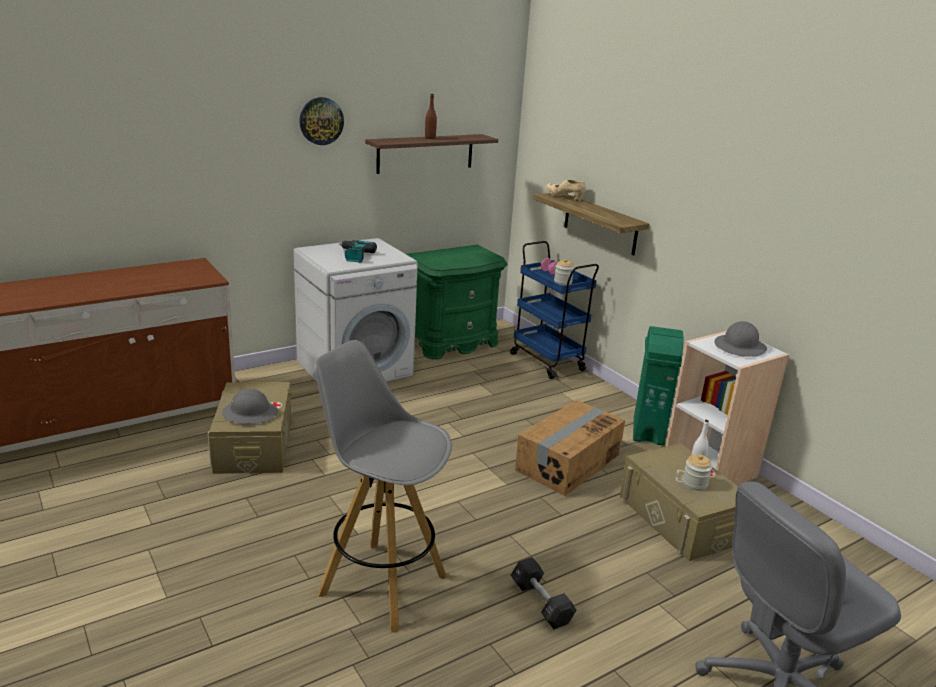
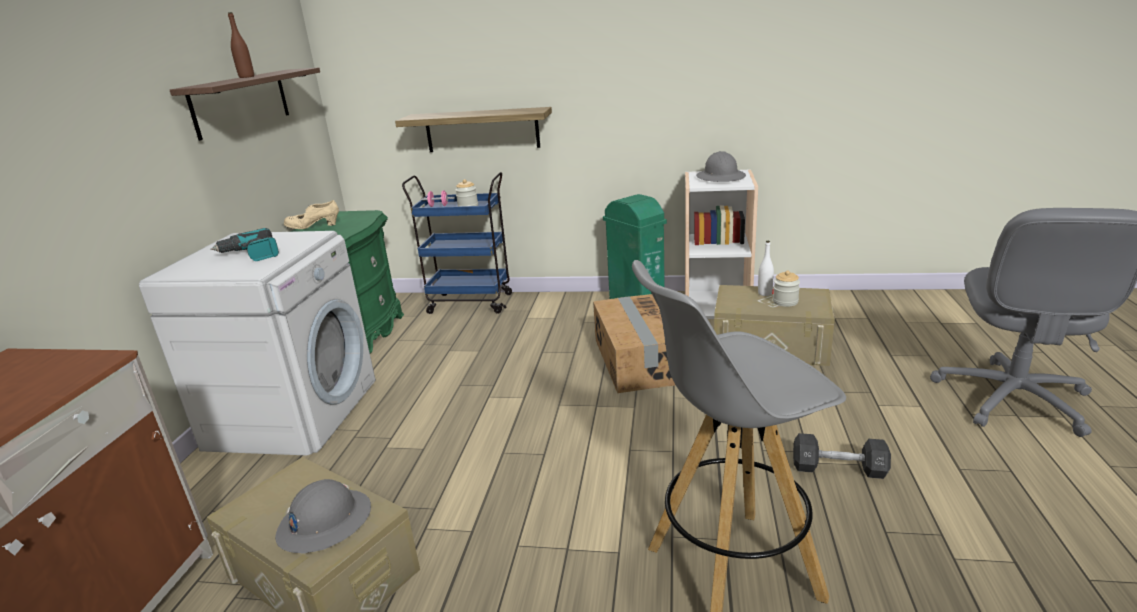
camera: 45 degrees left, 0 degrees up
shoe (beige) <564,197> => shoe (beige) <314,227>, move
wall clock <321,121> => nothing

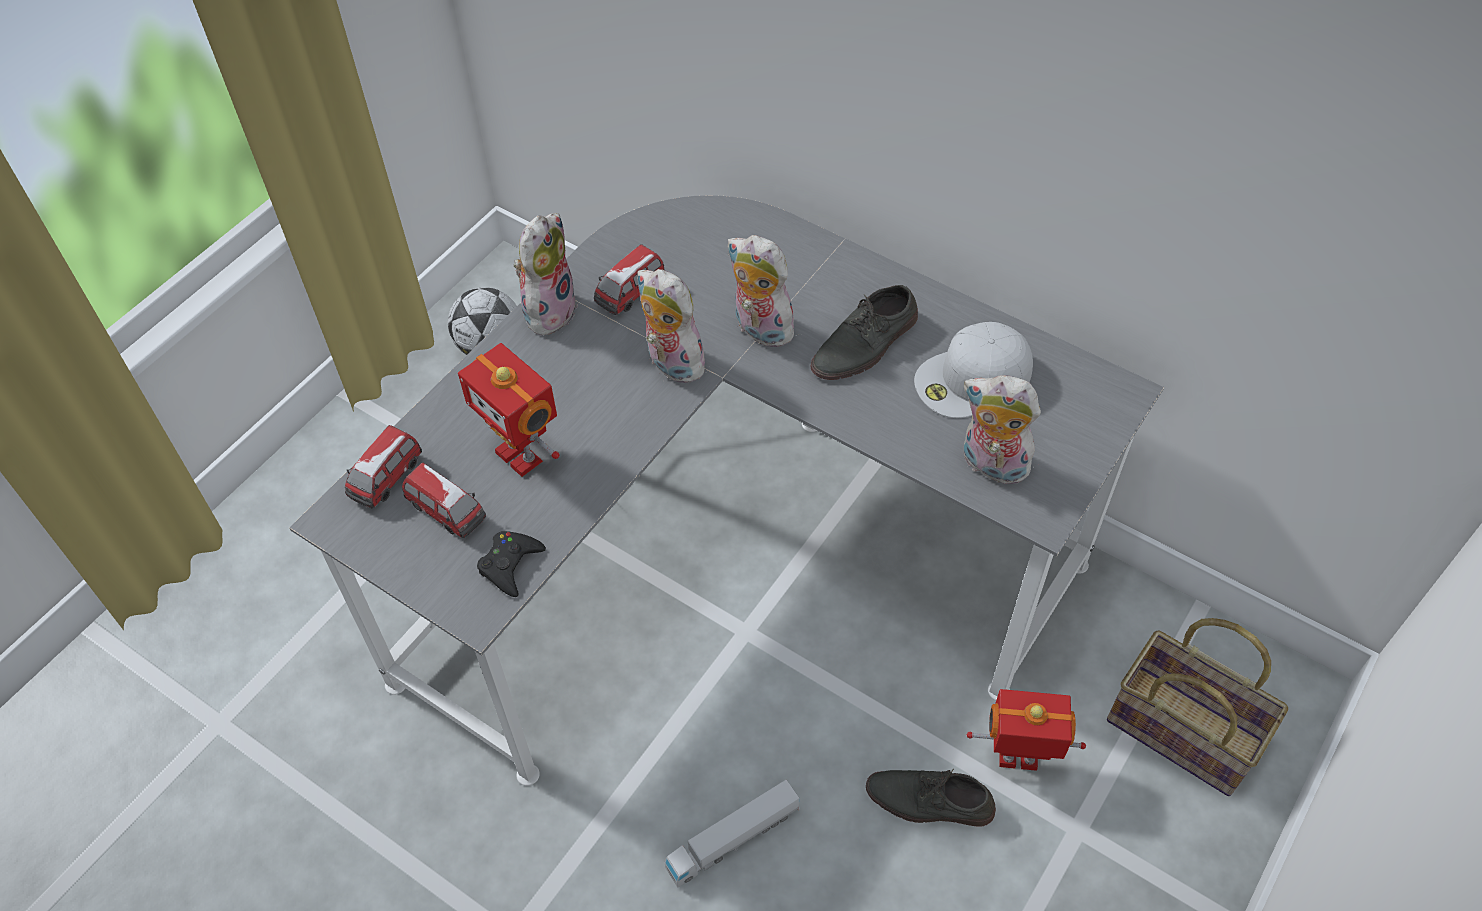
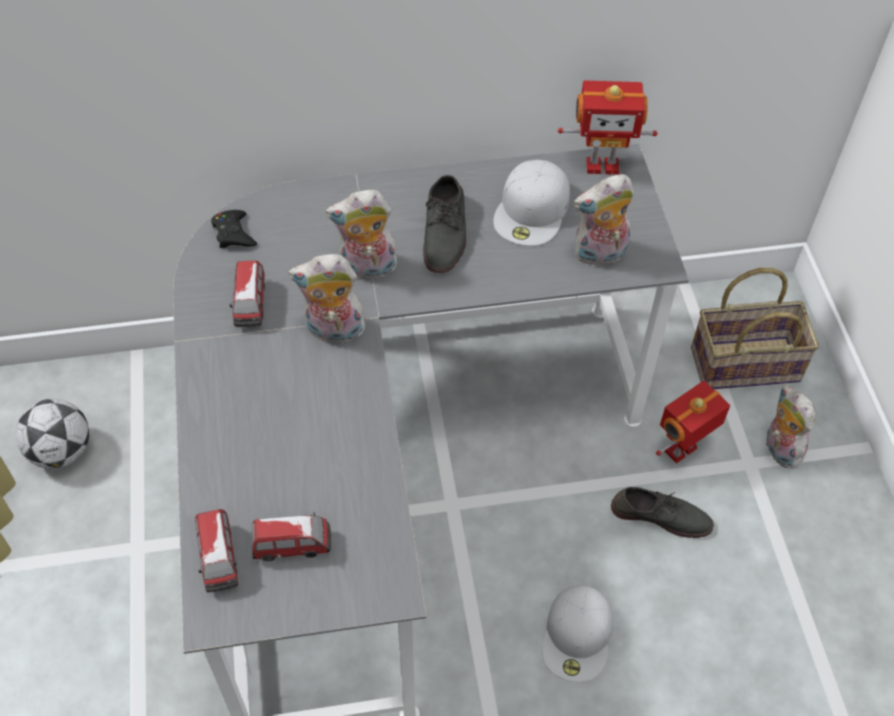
camera: 45 degrees left, 0 degrees up
game controller (black) <510,565> => game controller (black) <234,234>, move
toy truck <733,839> => cap (white) <578,637>
toy robot <521,455> => toy robot <602,165>, move
shoe (grey) <929,802> => shoe (grey) <661,516>, 135 degrees counterclockwise
plush toy <548,309> => plush toy <779,449>, move

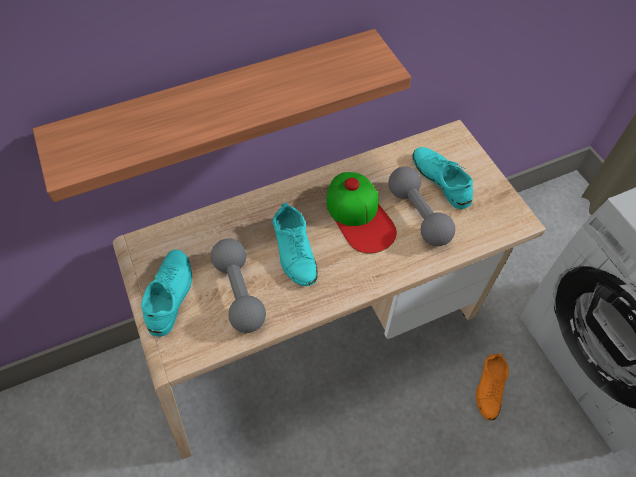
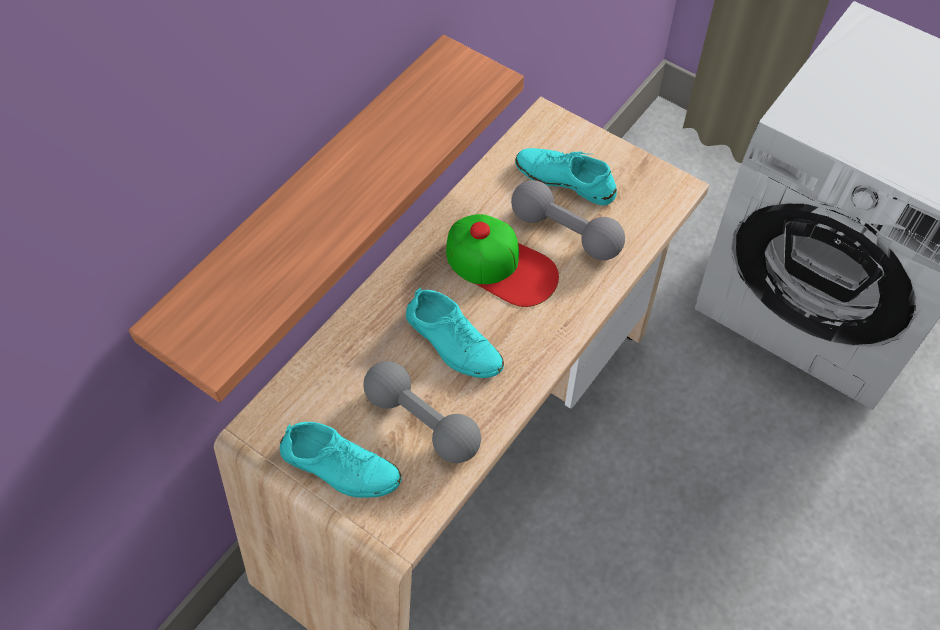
camera: 30 degrees left, 0 degrees up
shoe (turquoise) <170,294> => shoe (turquoise) <340,467>, 135 degrees clockwise
shoe (orange) <490,387> => nothing

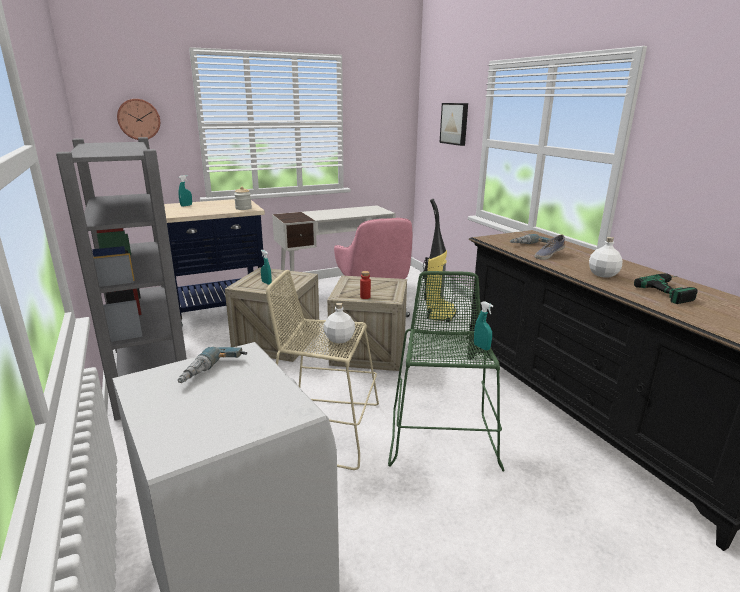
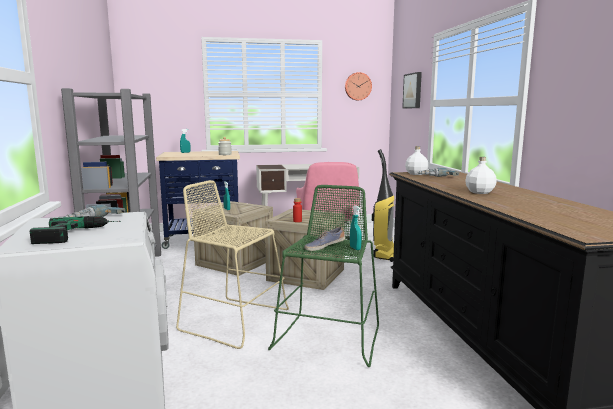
camera: 15 degrees right, 10 degrees down
power drill <673,291> => power drill <79,234>, move
shoe <548,255> => shoe <324,247>, move
wall clock <138,119> => wall clock <357,86>, move
bottle (white) <339,339> => bottle (white) <416,174>, move

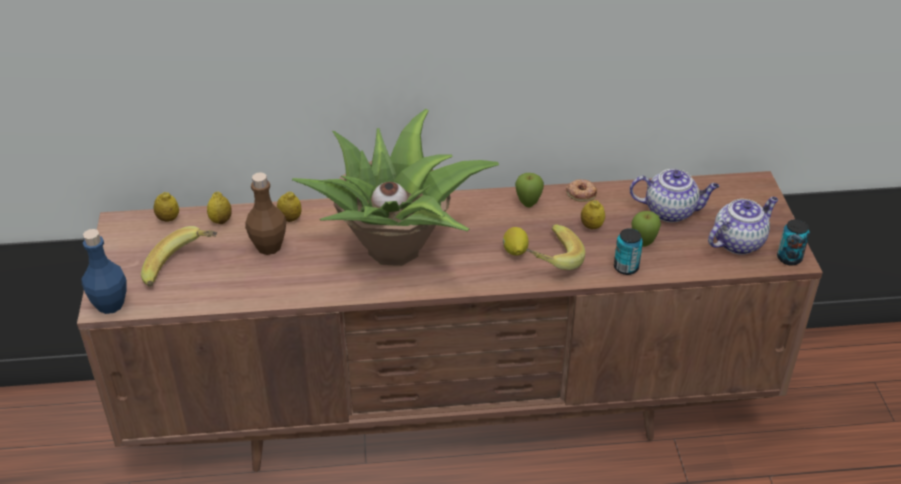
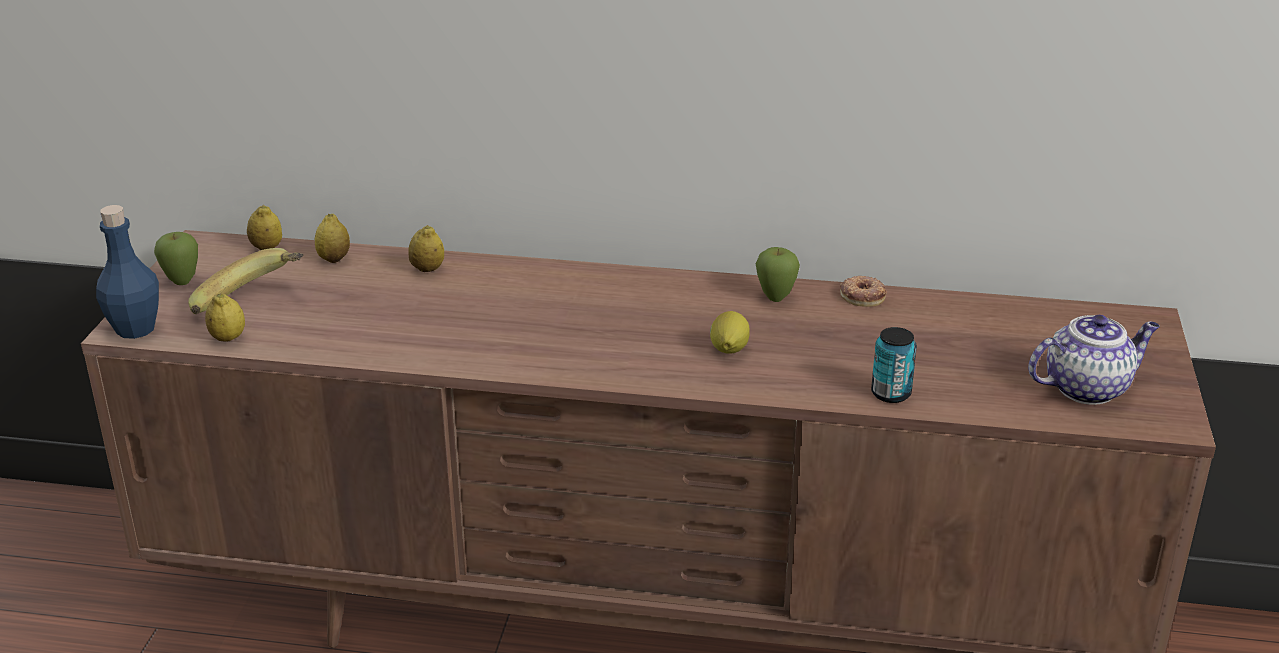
camera: 15 degrees right, 10 degrees down
apple <643,243> => apple <182,282>, move
lemon <591,226> => lemon <228,338>, move
bottle (brown) <269,246> => nothing
potted plant <397,247> => nothing
banana <550,260> => nothing
teapot <671,211> => nothing
can <789,258> => nothing

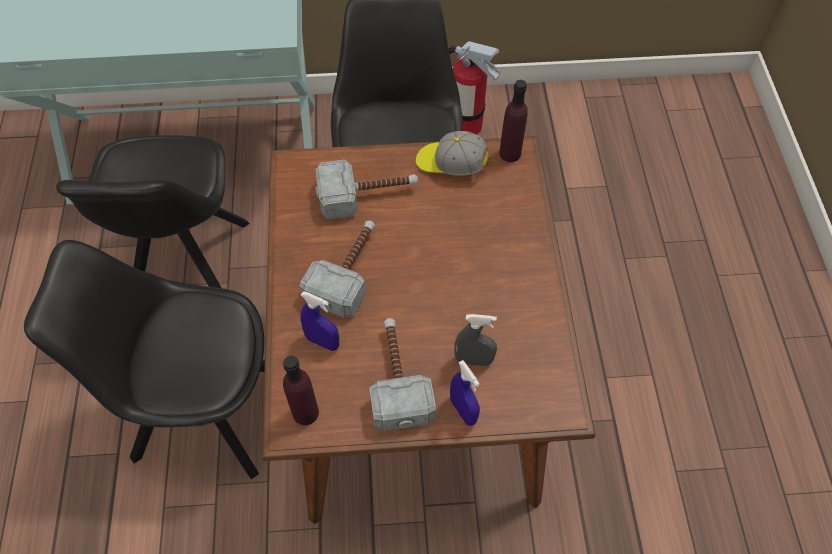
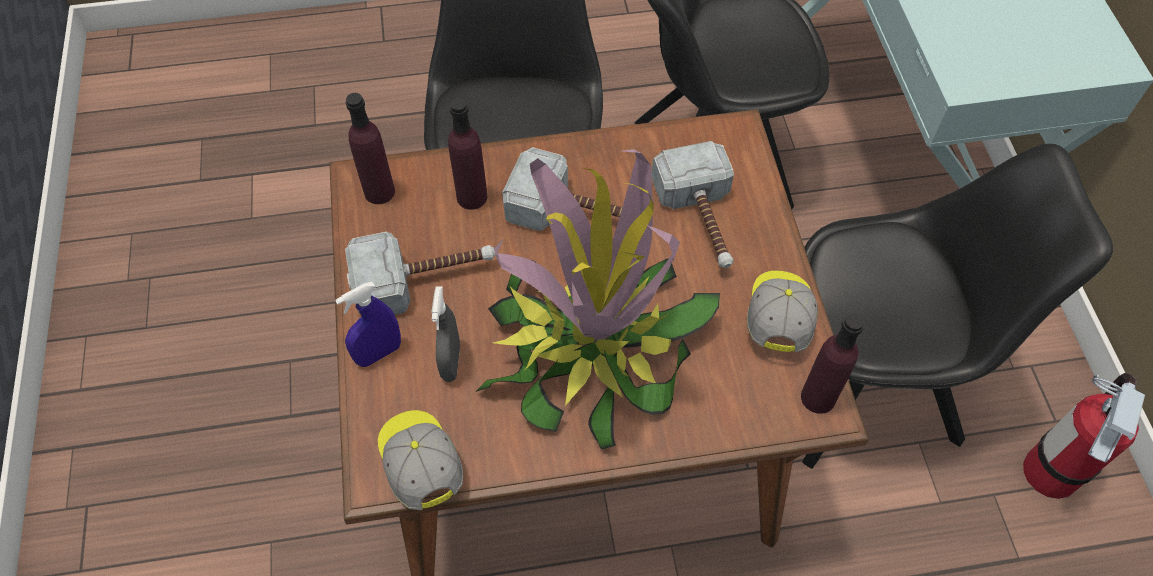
camera: 85 degrees right, 0 degrees up
nothing => cap <420,463>
spray bottle (blue) <322,342> => bottle (purple) <472,197>
nothing => potted plant <591,352>

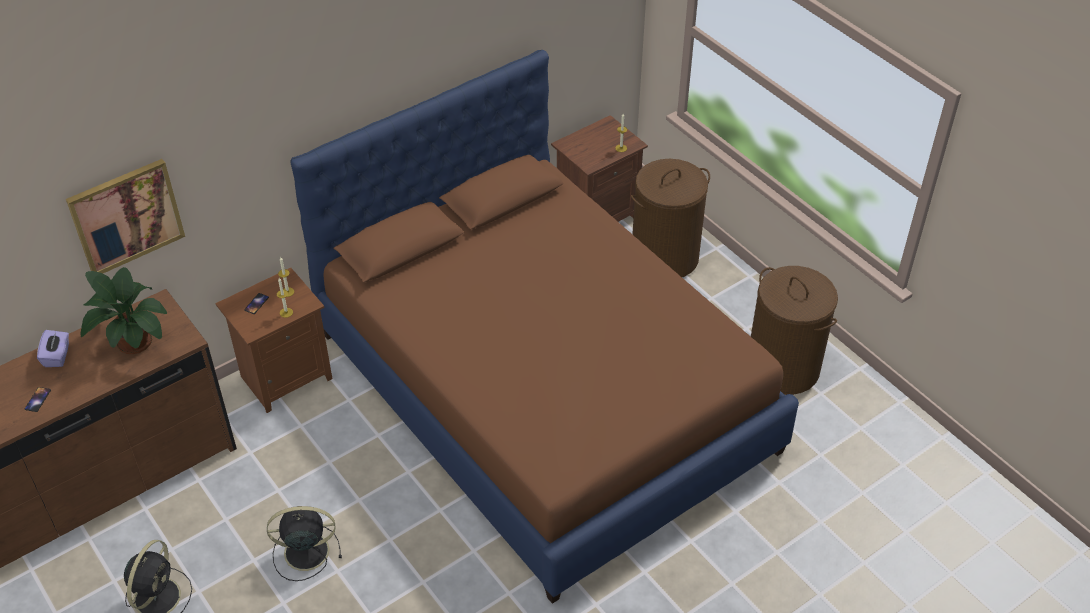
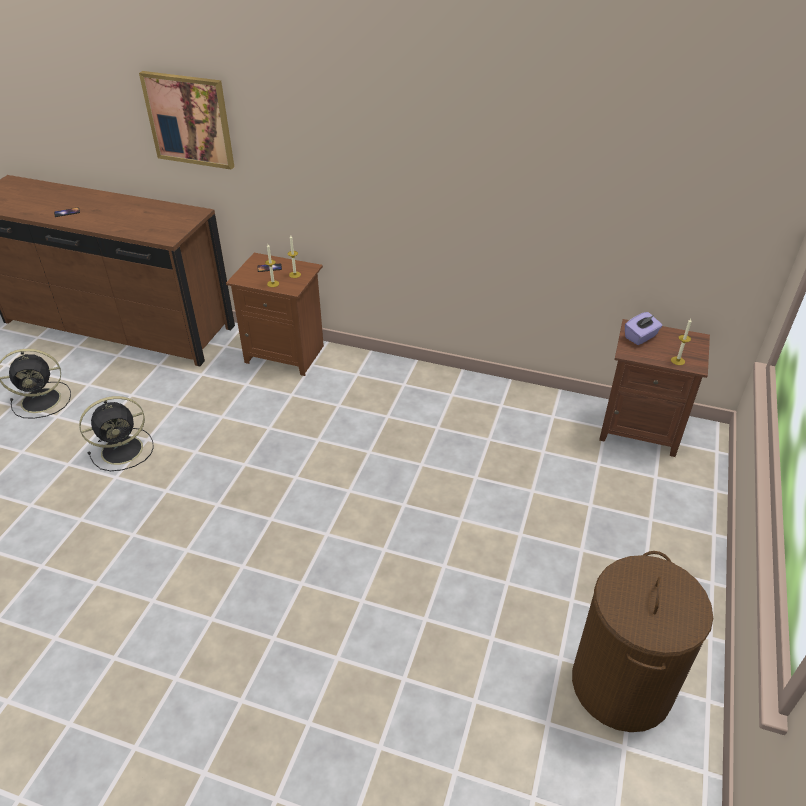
camera: 55 degrees right, 5 degrees down
fan (black) <304,552> => fan (black) <124,449>, 105 degrees clockwise
tissue box (purple) <57,356> => tissue box (purple) <640,337>, move
potted plant <132,340> => nothing
bed (brown) <544,390> => nothing
laundry basket (brown) <664,257> => nothing

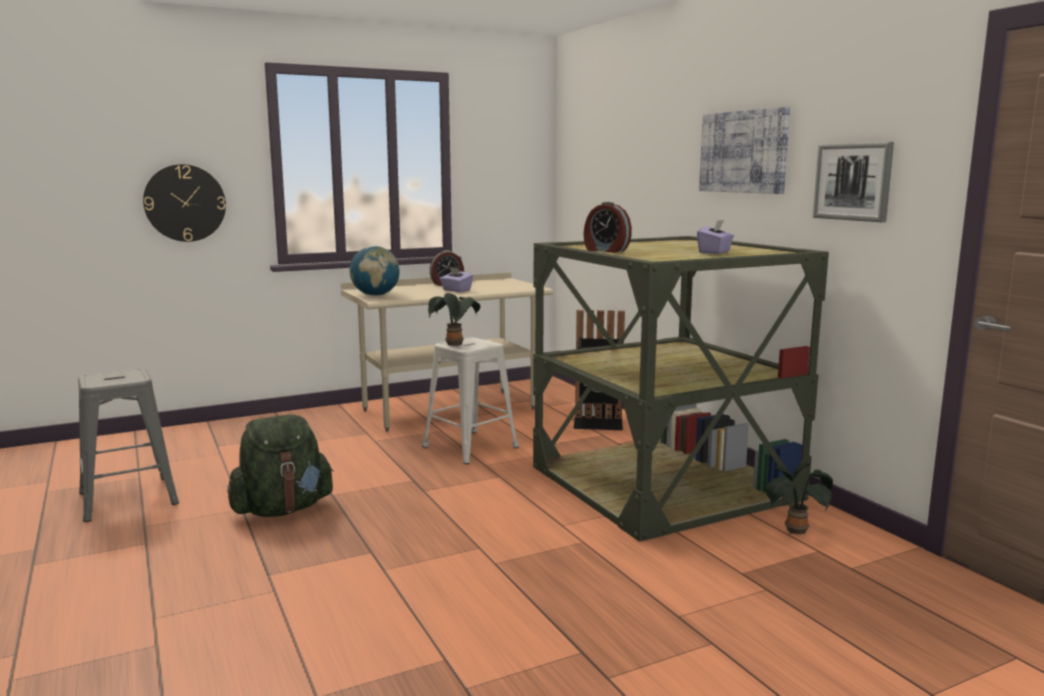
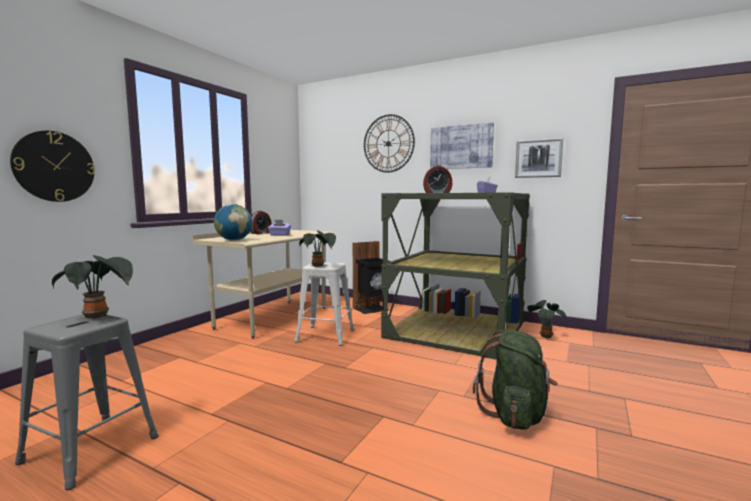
camera: 35 degrees left, 5 degrees down
nothing => potted plant <99,317>
nothing => wall clock <388,143>
backpack (green) <283,509> => backpack (green) <515,415>, move

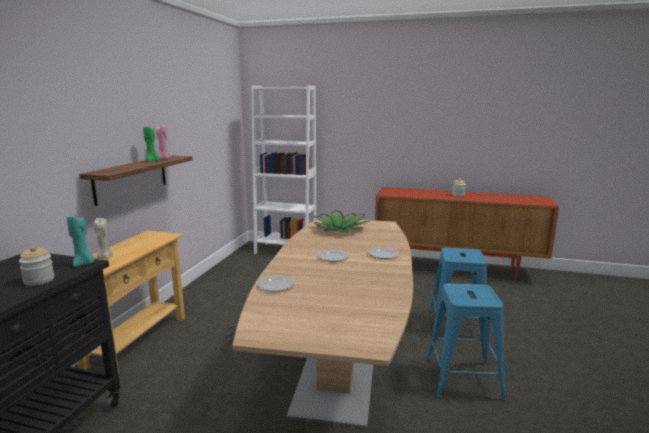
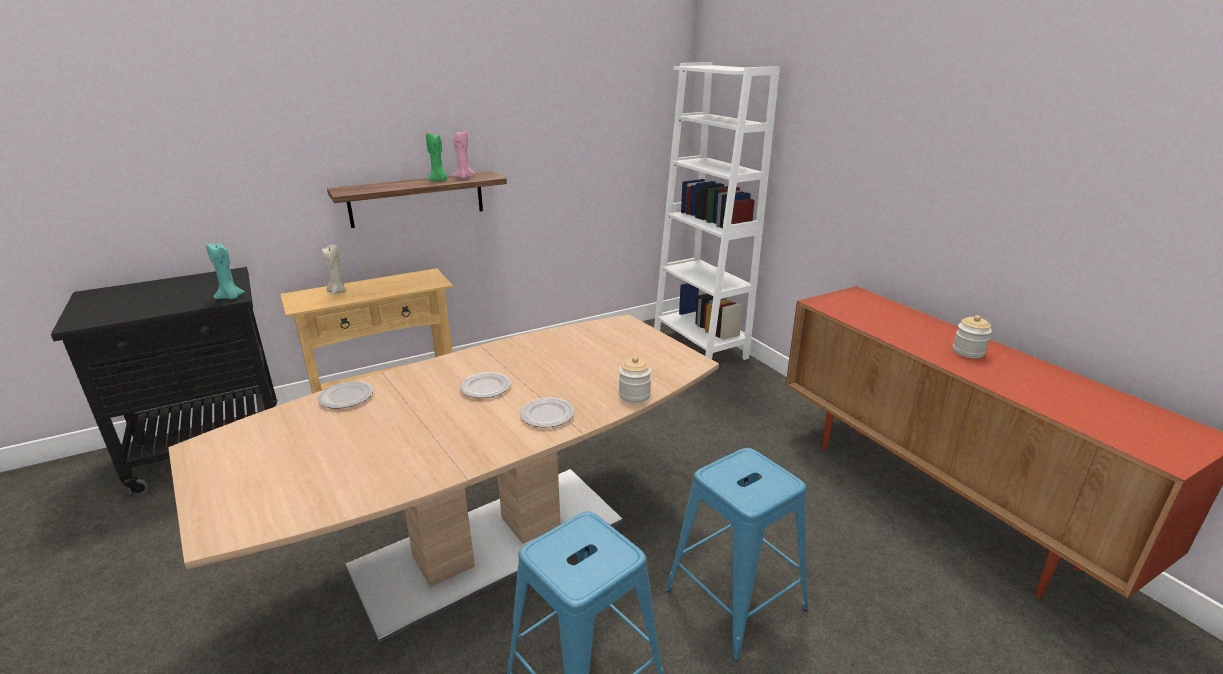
camera: 45 degrees right, 10 degrees up
jar <39,280> => jar <634,395>, move
potted plant <340,229> => nothing

